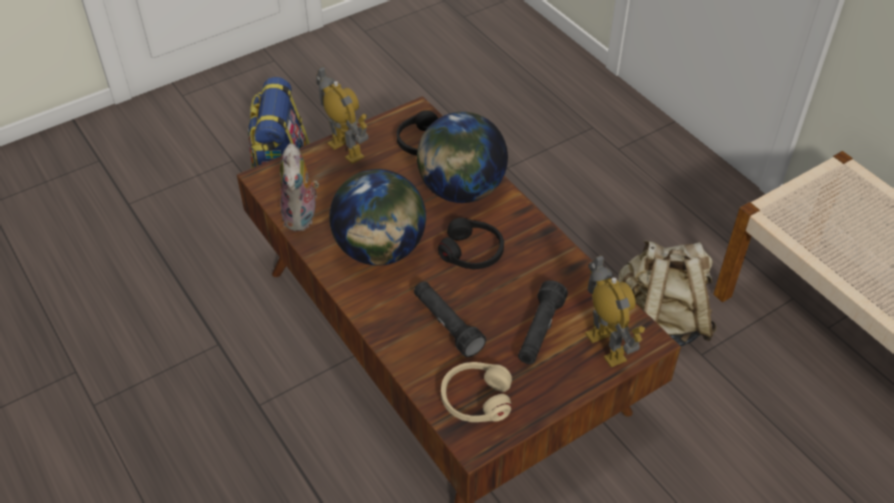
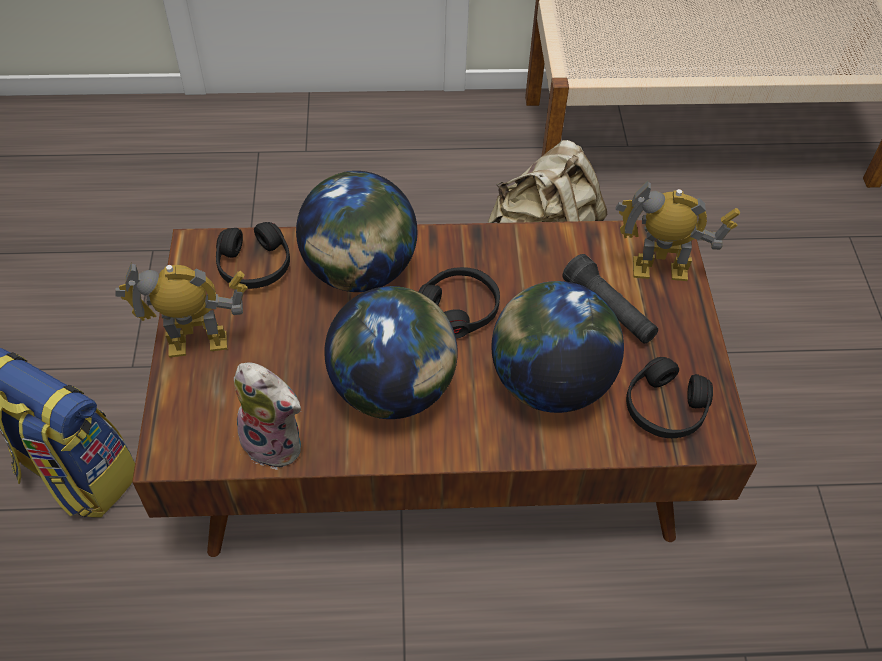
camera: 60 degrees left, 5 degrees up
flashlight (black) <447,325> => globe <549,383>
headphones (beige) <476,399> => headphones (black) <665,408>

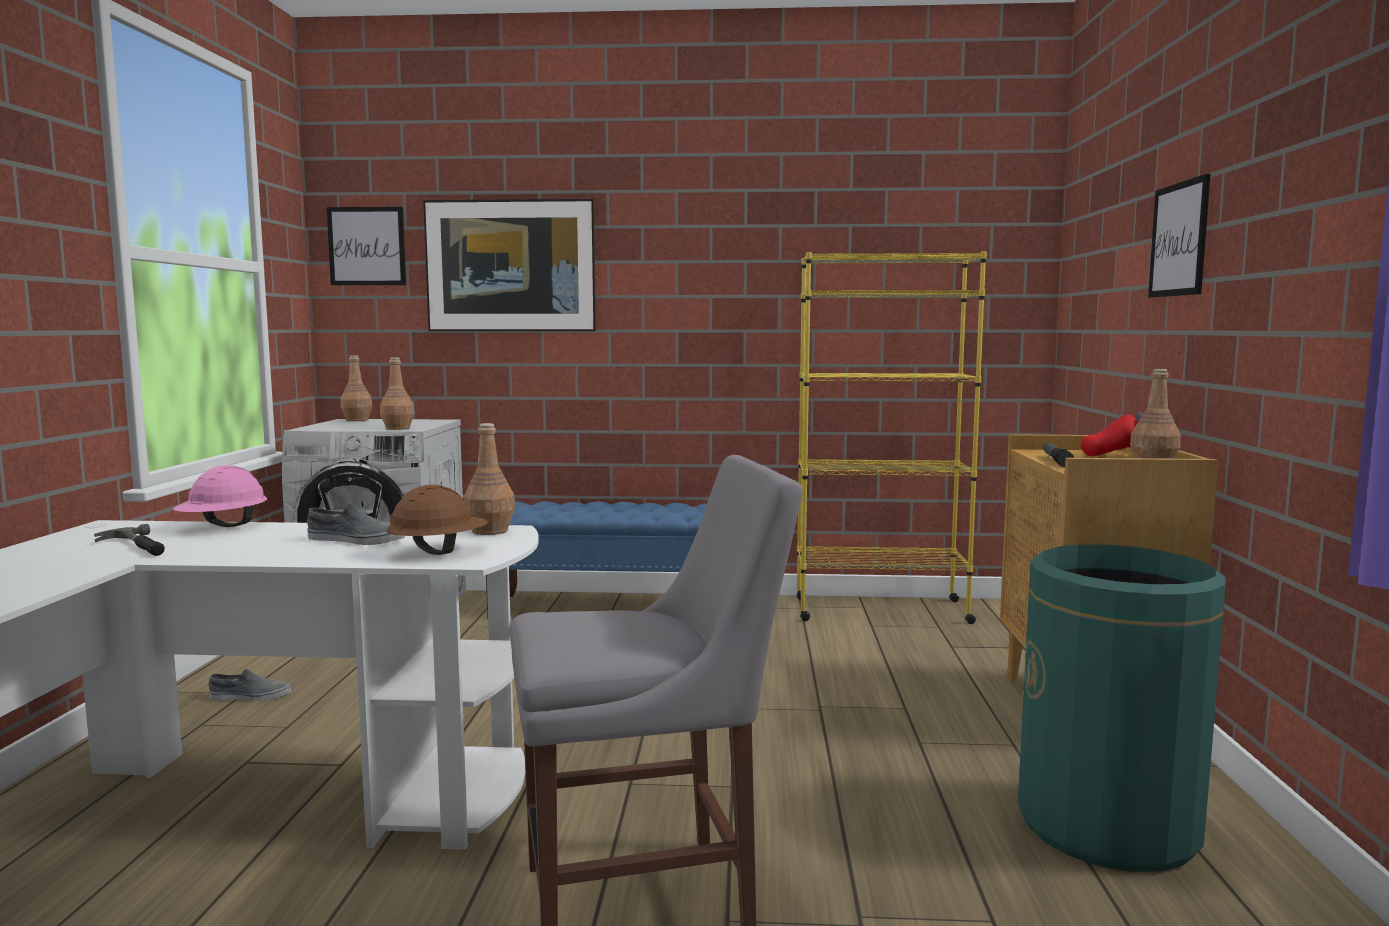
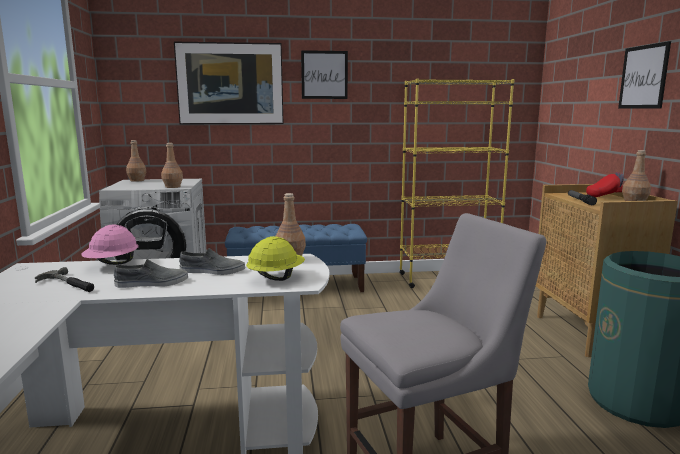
camera: 10 degrees left, 5 degrees up
shoe (grey) <250,696> => shoe (grey) <152,283>, move
hard hat (brown) <438,552> => hard hat (yellow) <276,278>
picture <367,246> => picture <324,75>, move

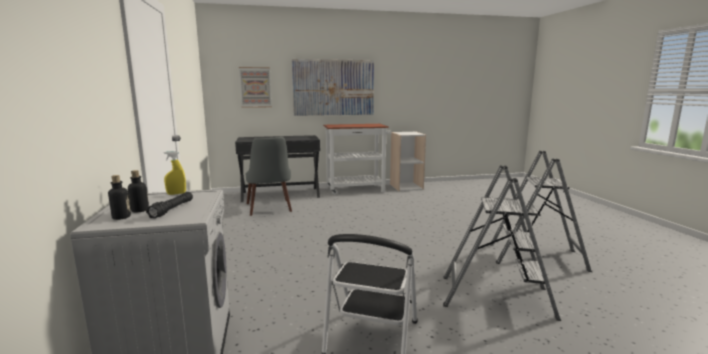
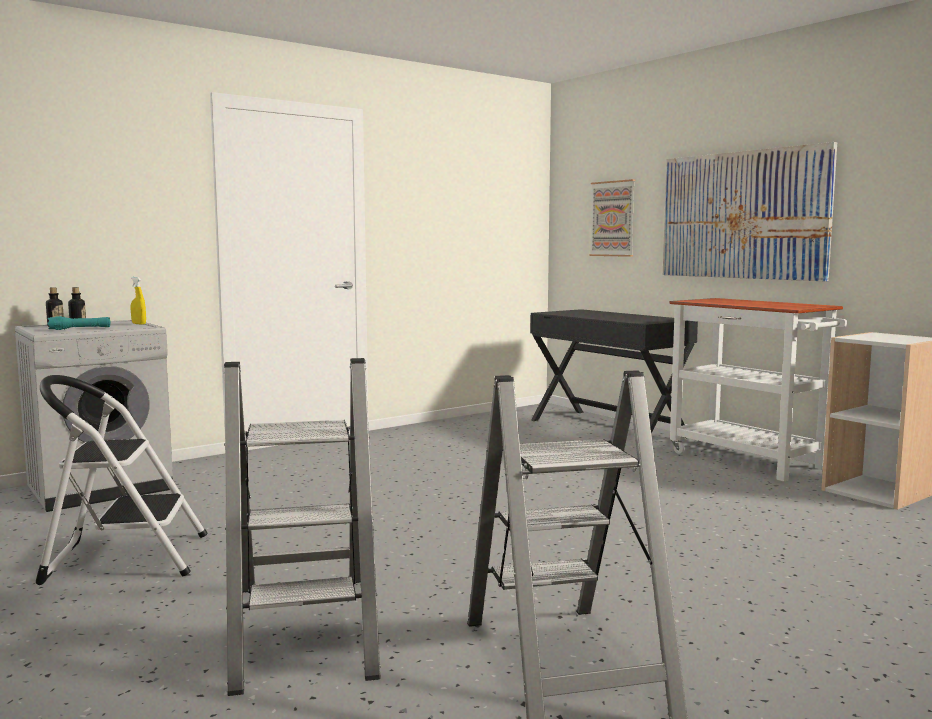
camera: 65 degrees right, 5 degrees down
flashlight (black) <172,209> => flashlight (turquoise) <80,329>
chair (grey) <270,209> => nothing

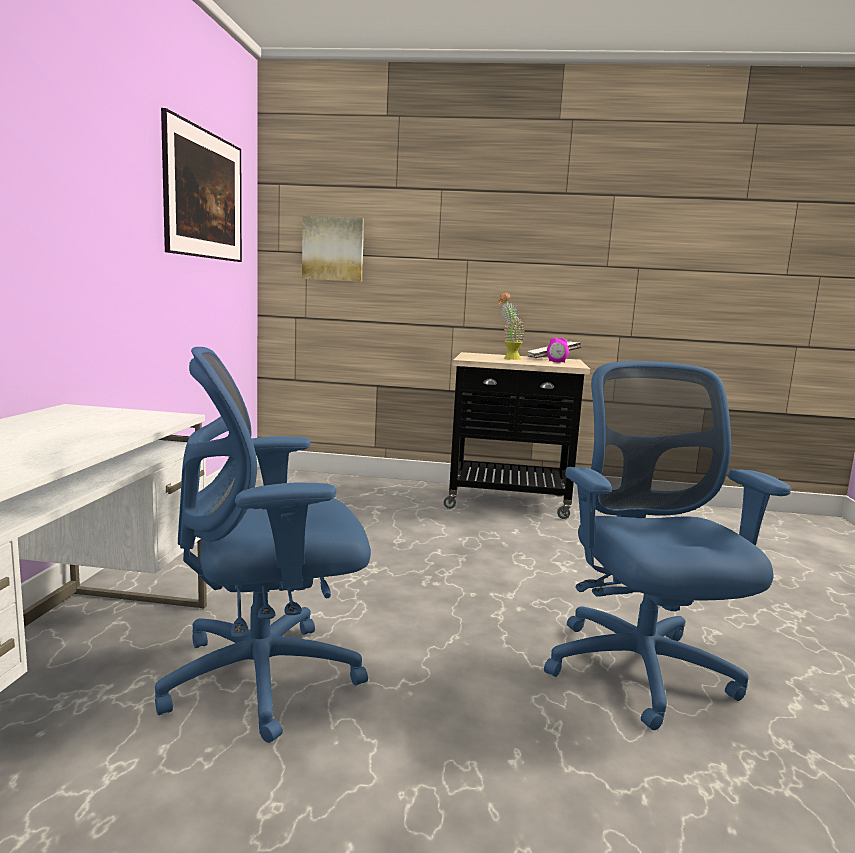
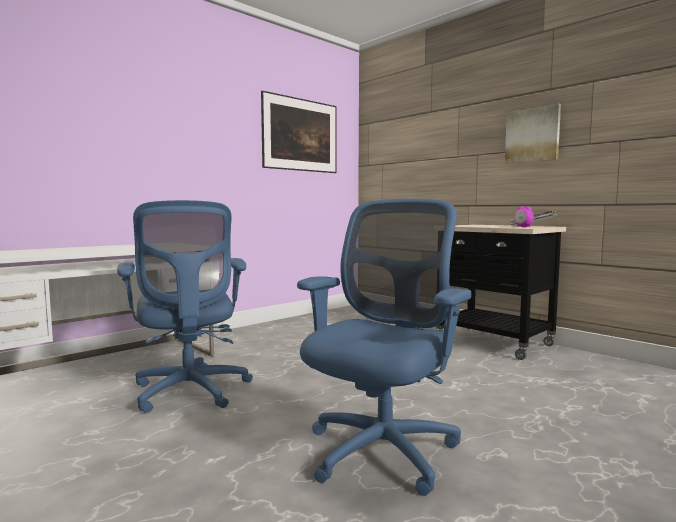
camera: 40 degrees right, 5 degrees down
office chair (blue) <274,673> => office chair (blue) <188,388>, 135 degrees counterclockwise
picture <333,249> => picture <532,135>, move
potted plant <508,358> => nothing

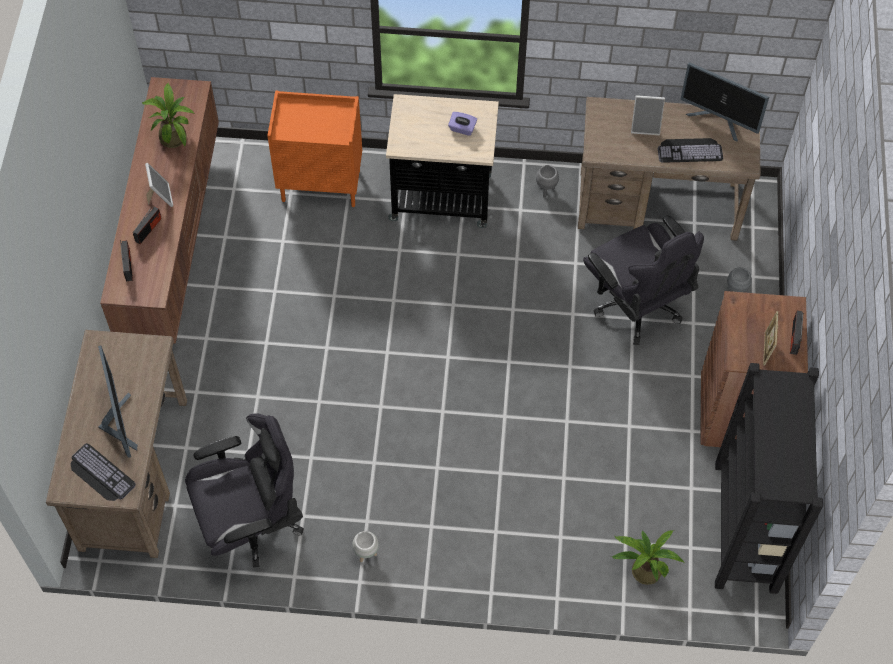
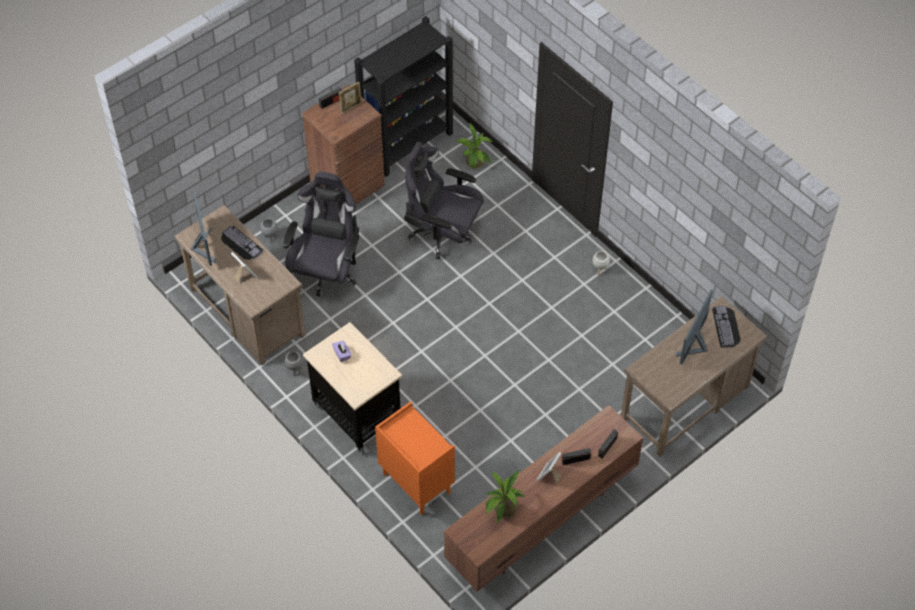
camera: 135 degrees left, 5 degrees down
office chair (black) <250,525> => office chair (black) <444,235>, move

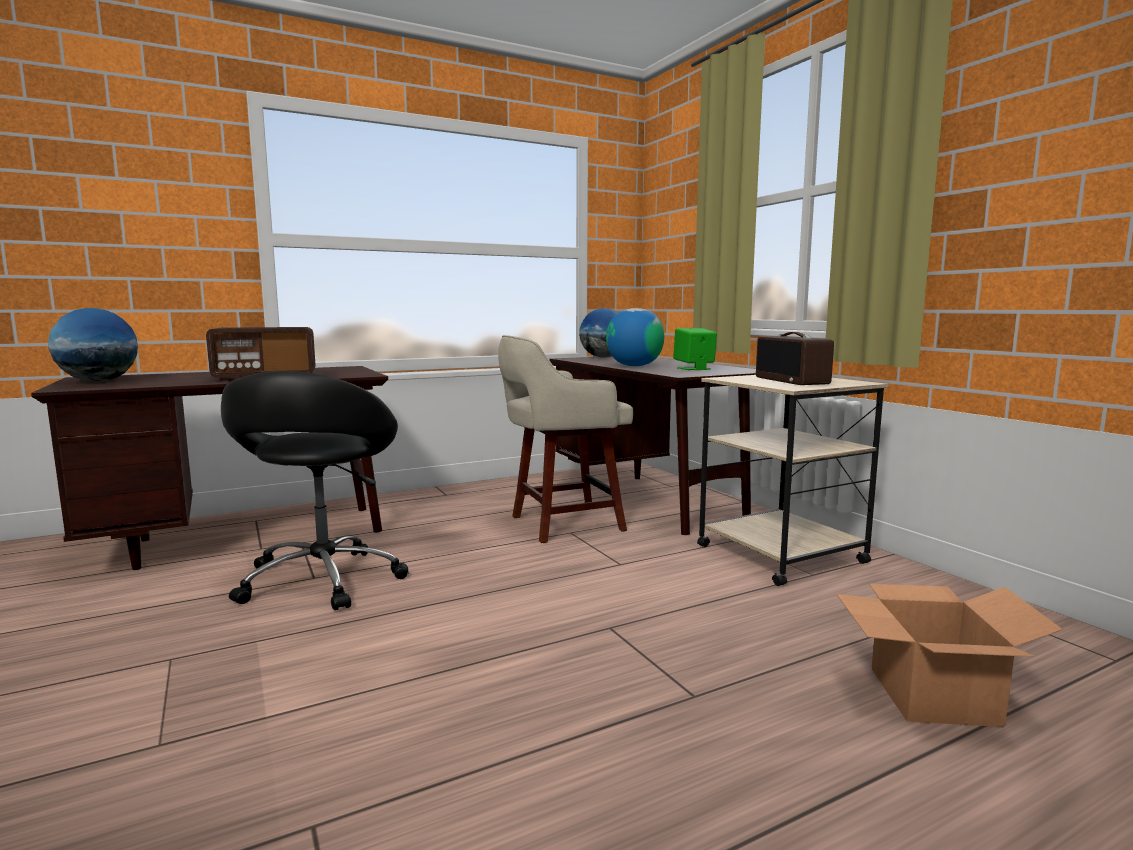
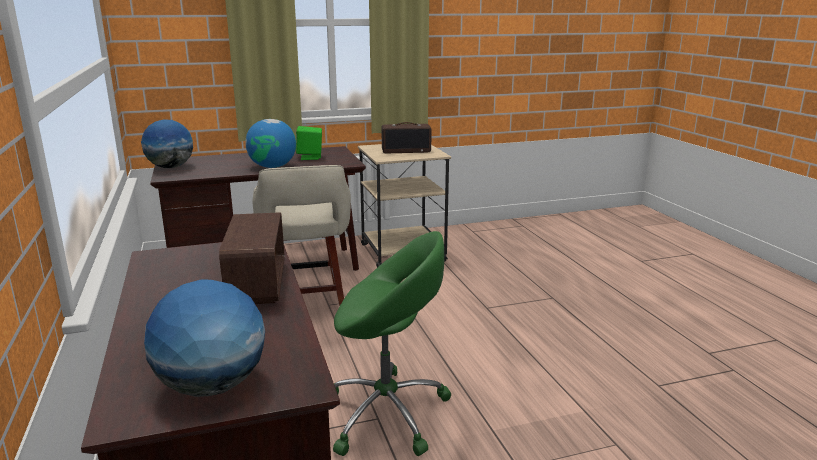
camera: 80 degrees left, 10 degrees up
office chair (black) <321,582> => office chair (green) <389,413>
cardboard box <934,697> => nothing

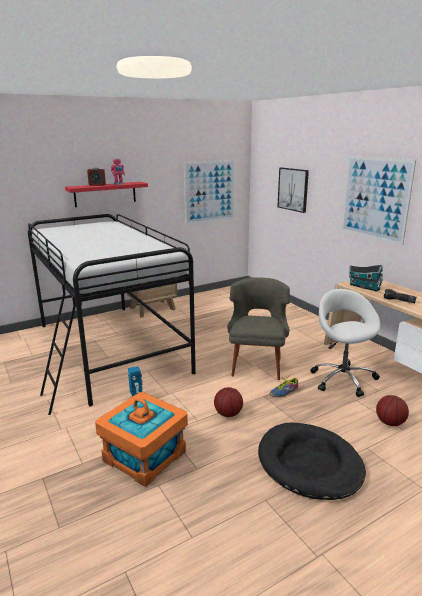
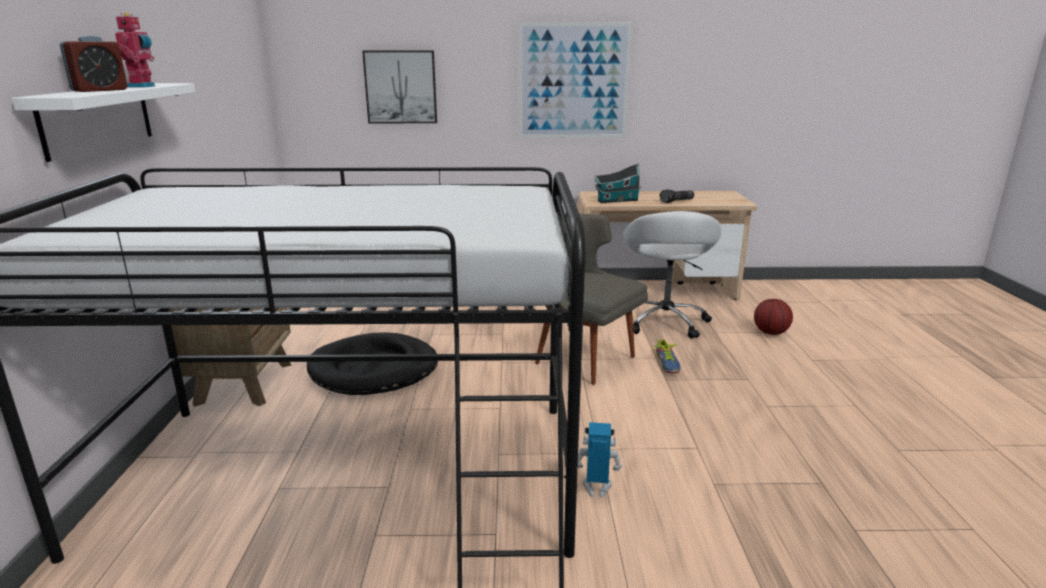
camera: 60 degrees left, 0 degrees up
shelf (red) <105,194> => shelf (white) <98,118>
dog bed (black) <309,464> => dog bed (black) <374,369>, move
office chair (white) <342,379> => office chair (white) <664,323>, 90 degrees counterclockwise
storage box (orange) <144,456> => nothing
picture <210,192> => nothing
basketball <228,414> => nothing

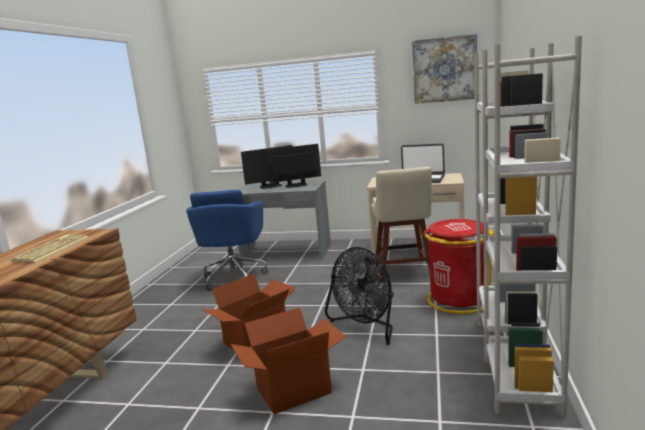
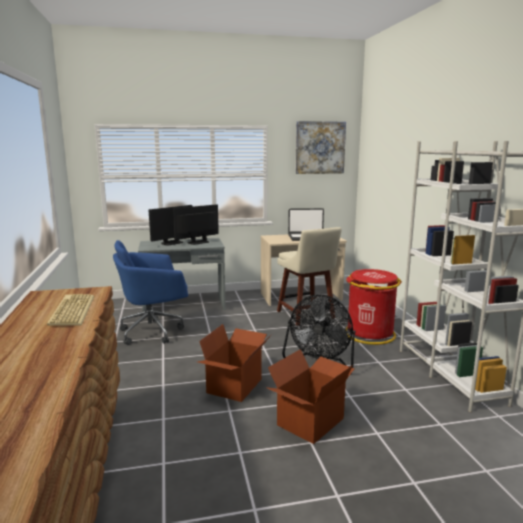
camera: 25 degrees left, 0 degrees up
office chair (blue) <235,277> => office chair (blue) <154,332>, 90 degrees clockwise

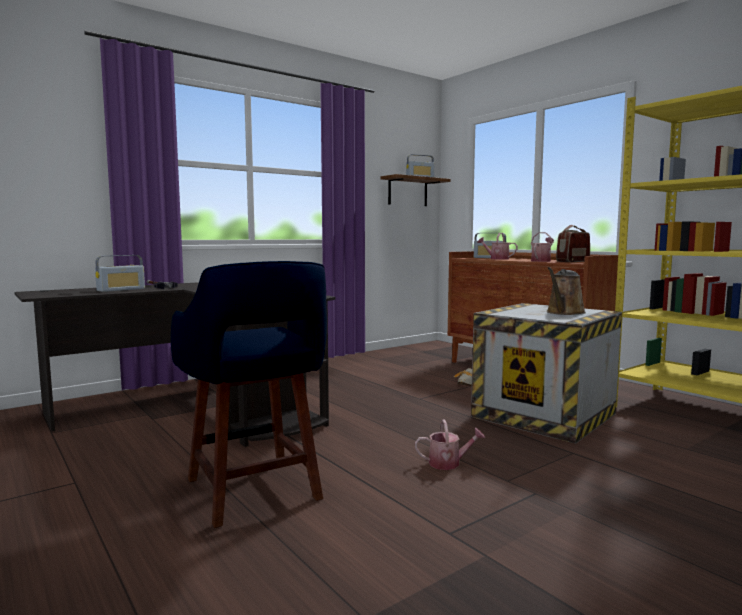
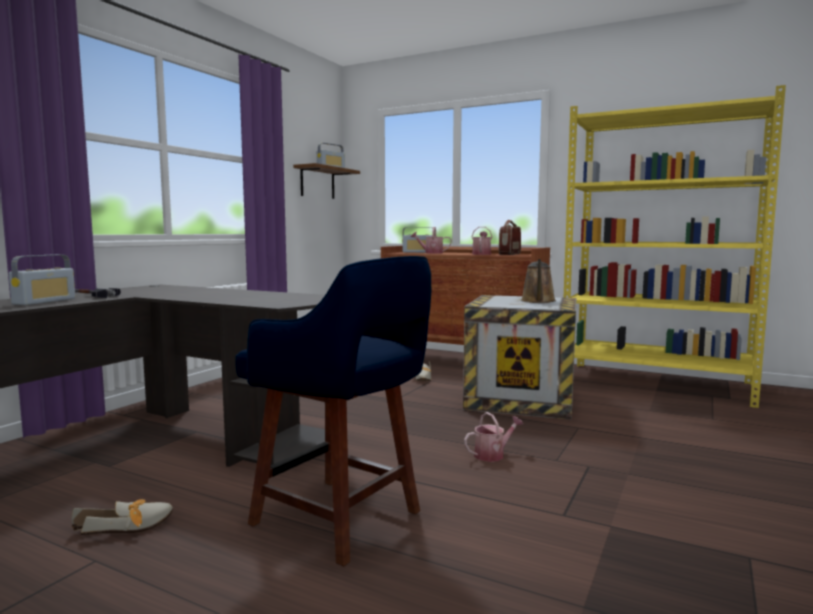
camera: 25 degrees left, 0 degrees up
nothing => shoe <130,527>

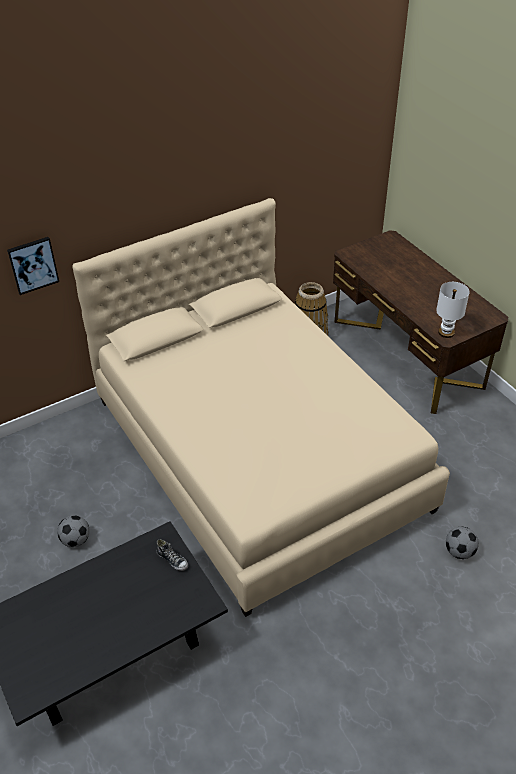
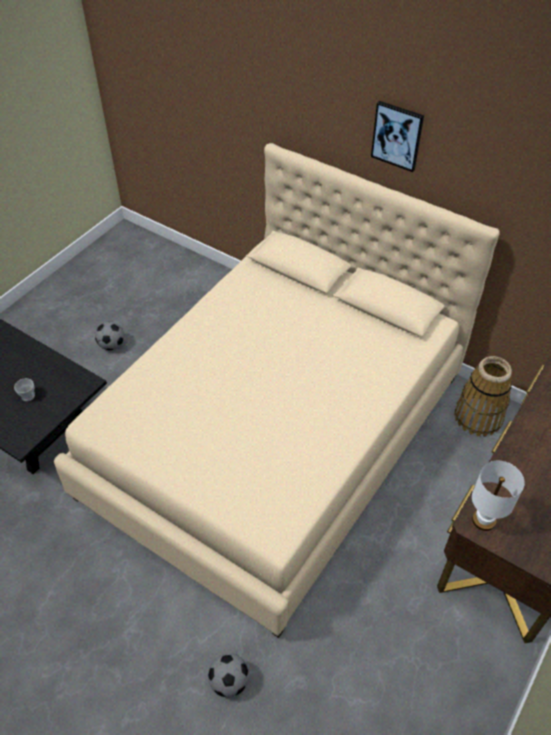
camera: 65 degrees right, 5 degrees up
nothing => cup <28,396>
picture <33,265> => picture <397,135>, move
shoe <172,560> => nothing

